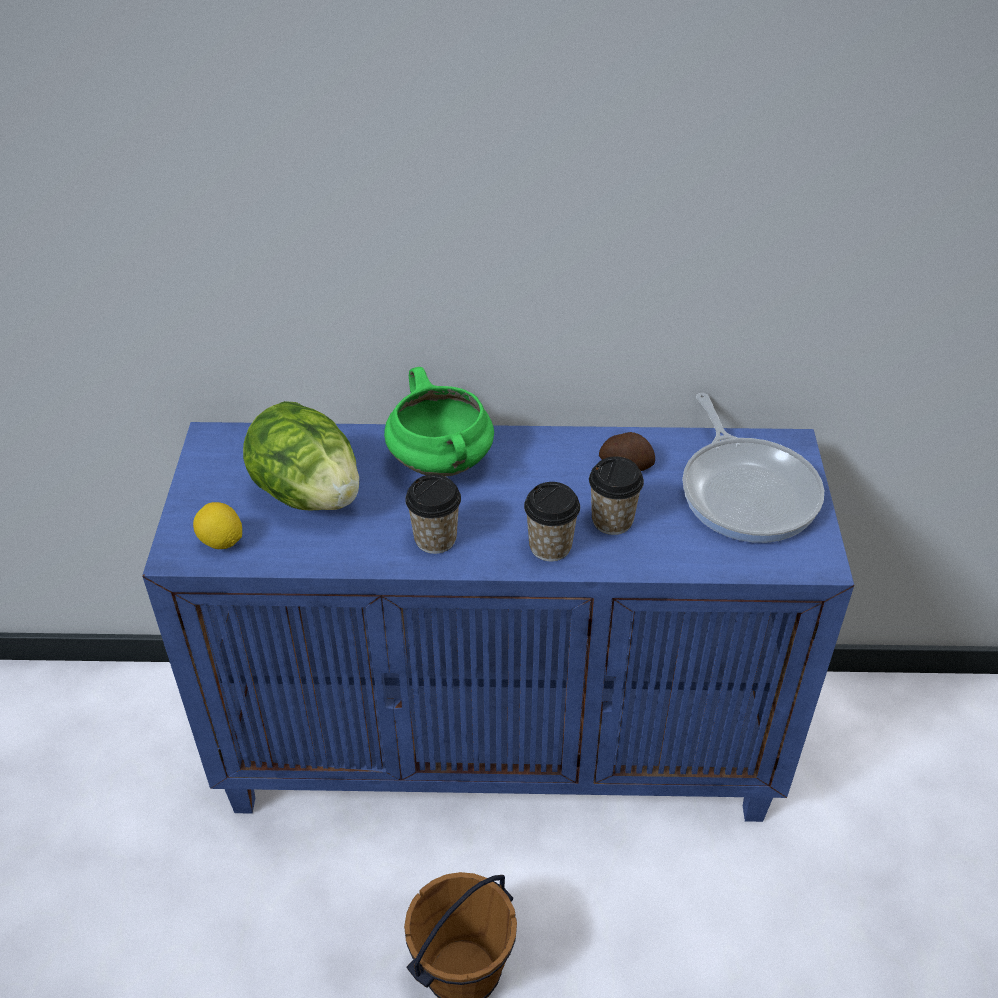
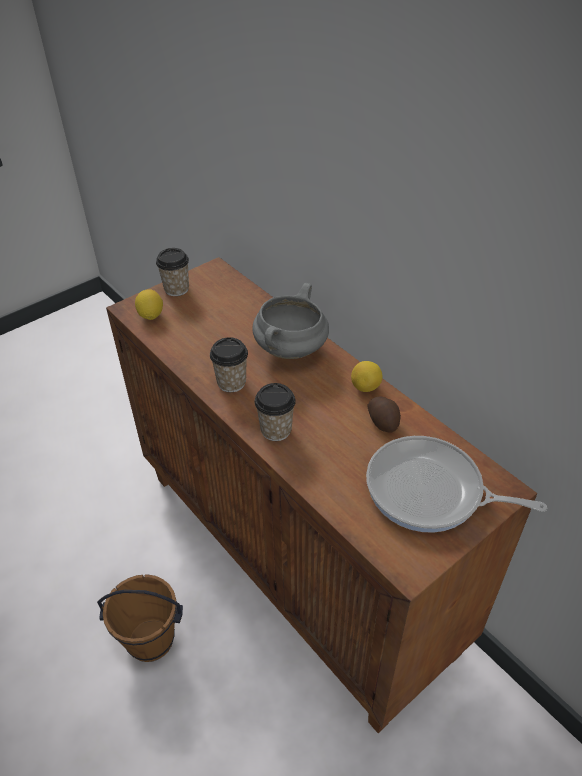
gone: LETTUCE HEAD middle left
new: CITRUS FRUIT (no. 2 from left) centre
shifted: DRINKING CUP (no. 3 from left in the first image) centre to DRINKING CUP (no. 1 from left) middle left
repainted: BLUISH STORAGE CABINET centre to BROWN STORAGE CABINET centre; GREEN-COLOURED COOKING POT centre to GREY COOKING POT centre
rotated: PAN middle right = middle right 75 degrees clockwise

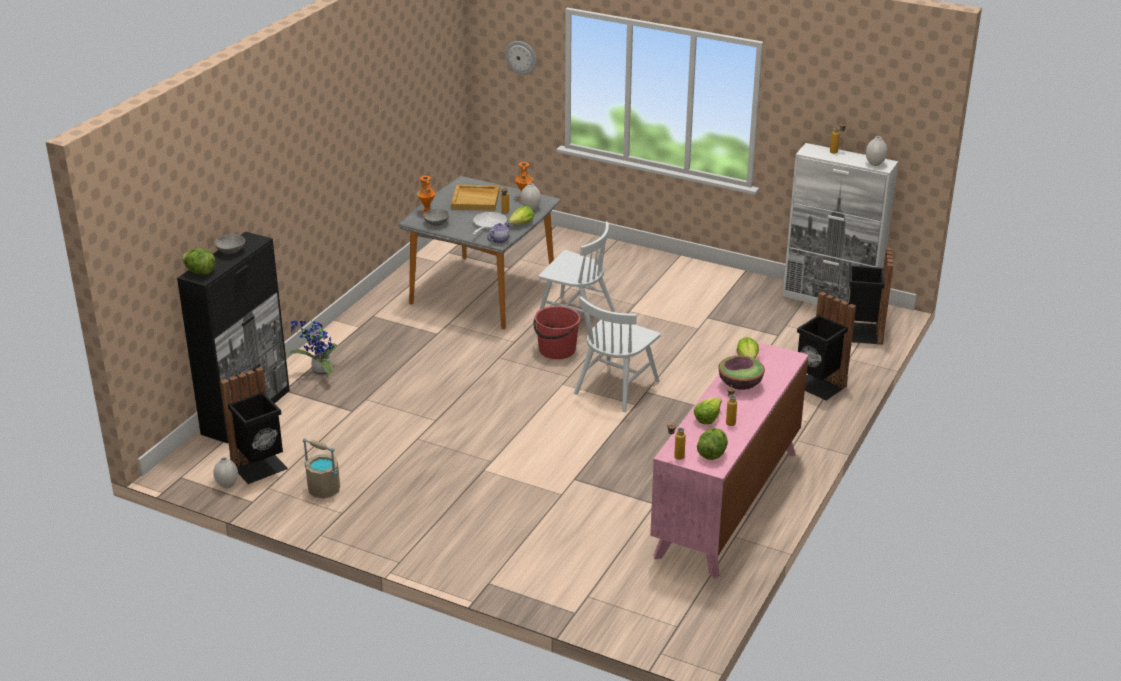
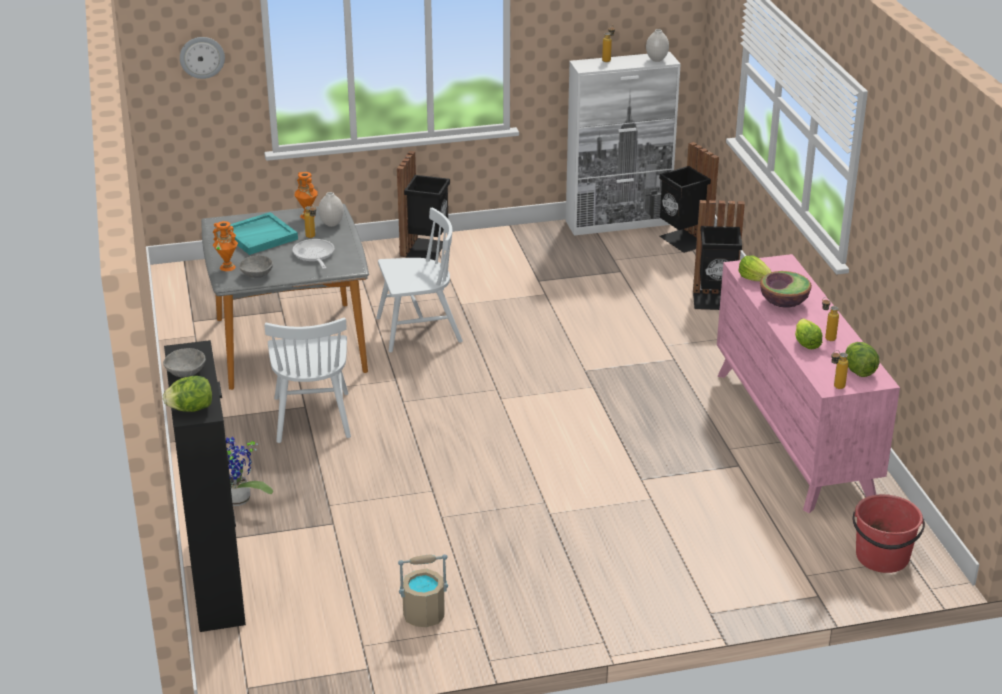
gone: WHITISH VASE (no. 1 from left) bottom left; POT FOR TEA centre; LETTUCE HEAD (no. 2 from left) top centre
shifted: BLACK-COLOURED WASTE BIN (no. 1 from left) middle left to top centre; RED PAIL centre to bottom right; WHITISH UPRIGHT CHAIR (no. 2 from left in the first image) centre to WHITISH UPRIGHT CHAIR (no. 1 from left) middle left
repainted: BEIGE CARRYING TRAY top centre to BLUE-GREEN CARRYING TRAY middle left

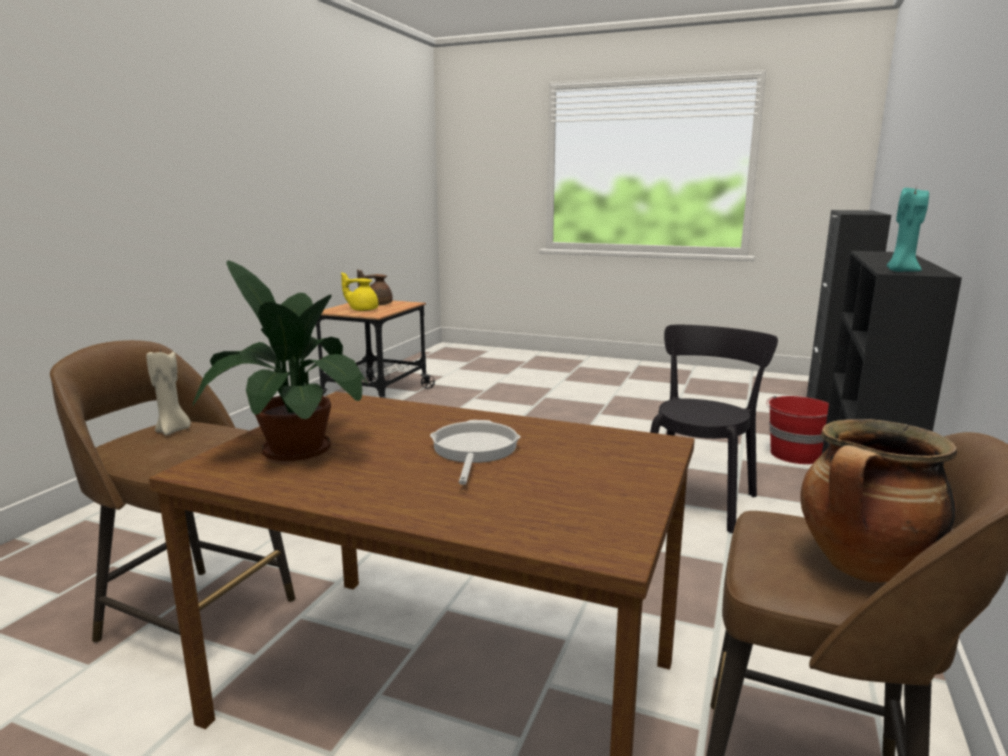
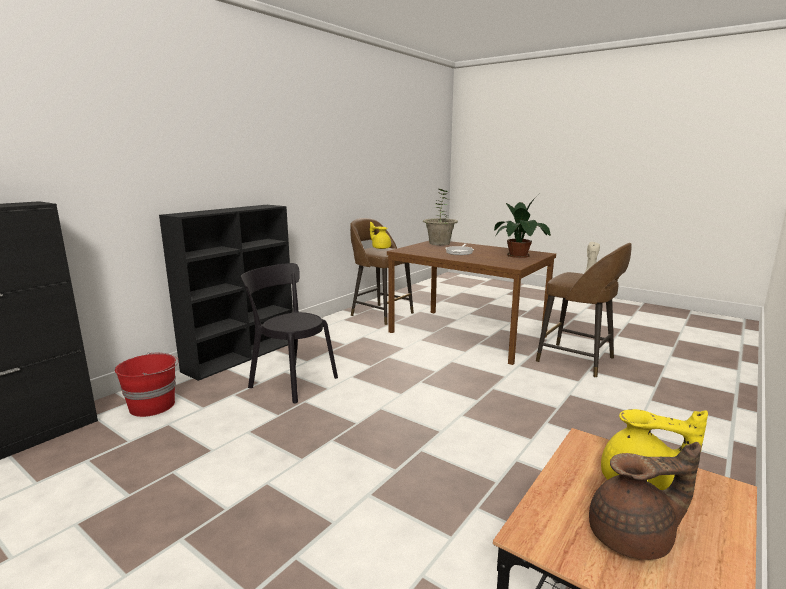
gone: BLUE-GREEN CANDLE top right
new: POTTED PLANT (no. 1 from left) centre
swapped: COOKING POT middle right to YELLOWISH POT FOR TEA (no. 1 from left) centre
rotated: BLACK-COLOURED UPRIGHT CHAIR middle right = centre 75 degrees clockwise

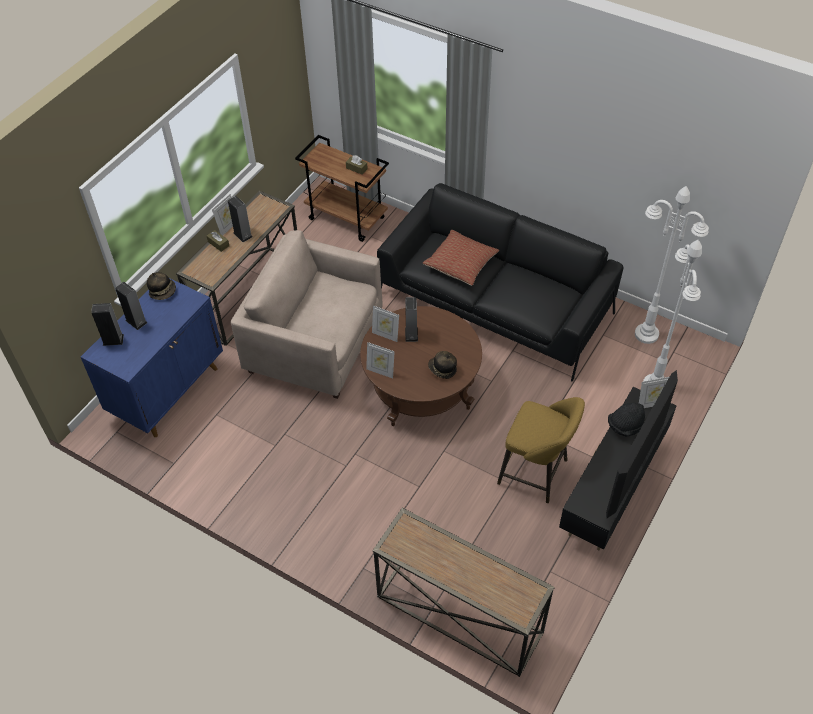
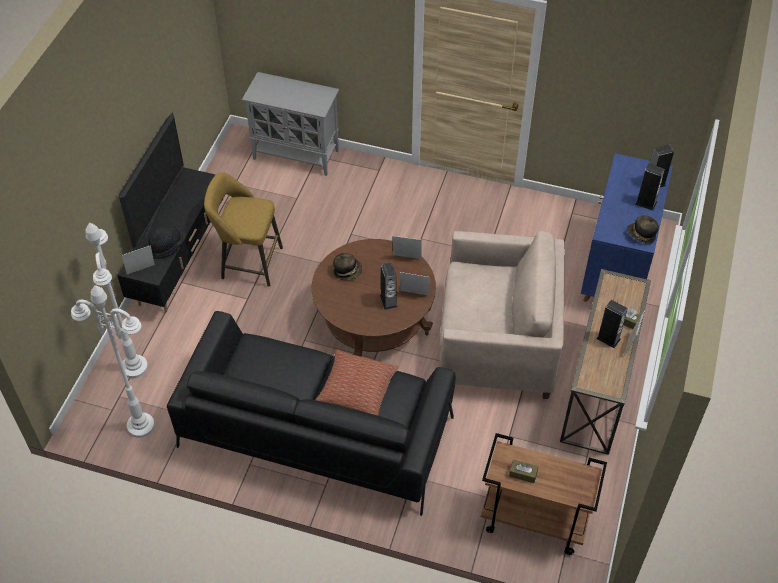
swapped: HALL TABLE (no. 2 from left) bottom centre to GREY STORAGE CABINET top centre

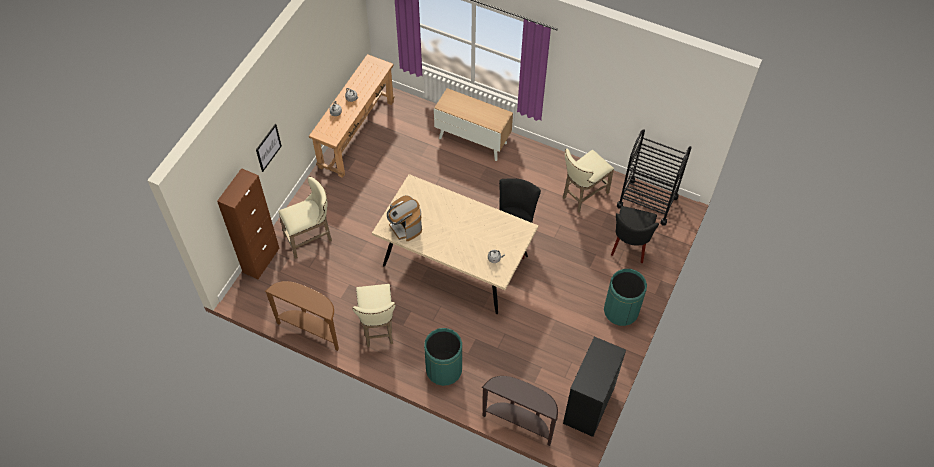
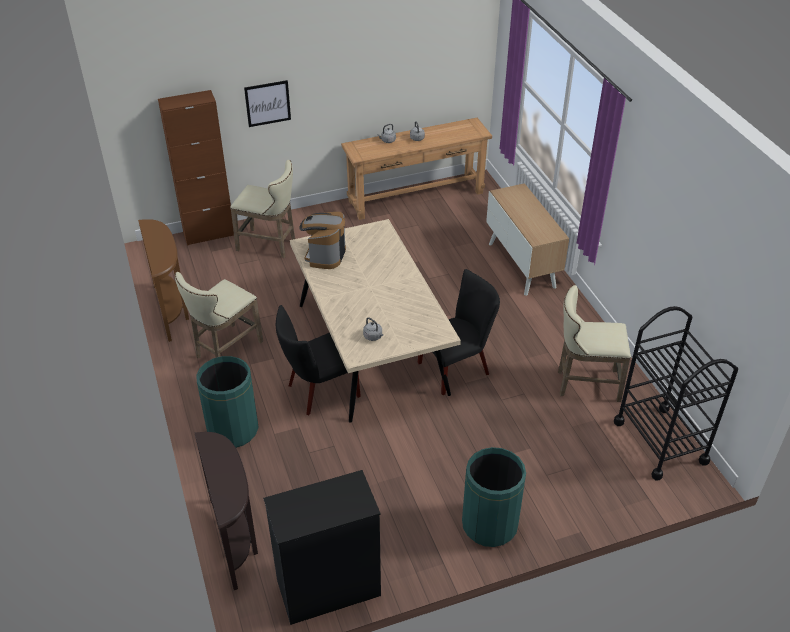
shifted: BLACK-COLOURED UPRIGHT CHAIR (no. 2 from left in the first image) middle right to BLACK-COLOURED UPRIGHT CHAIR (no. 1 from left) centre

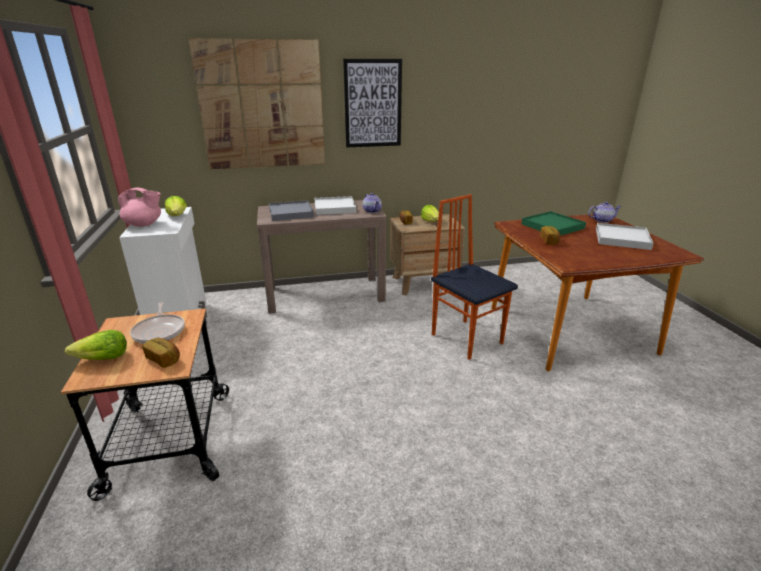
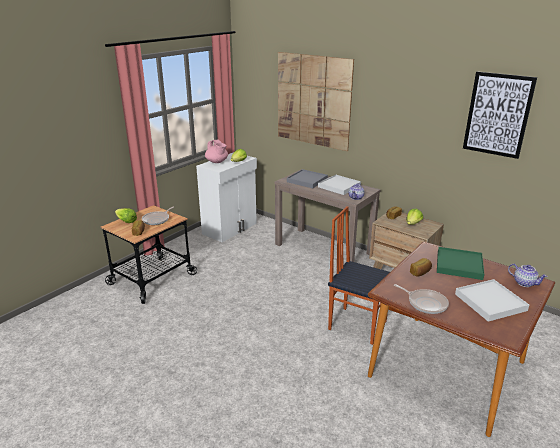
new: PAN (no. 2 from left) bottom right
shifted: WALL ART (no. 2 from left) top centre to top right
rotated: UPRIGHT CHAIR centre = centre 75 degrees counterclockwise

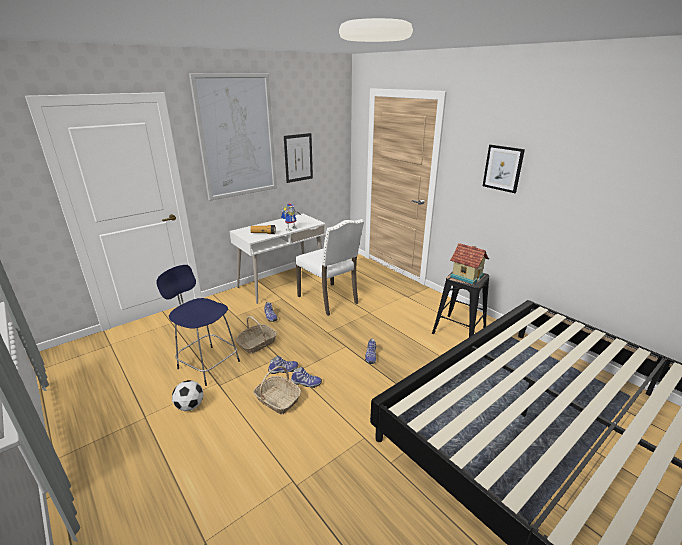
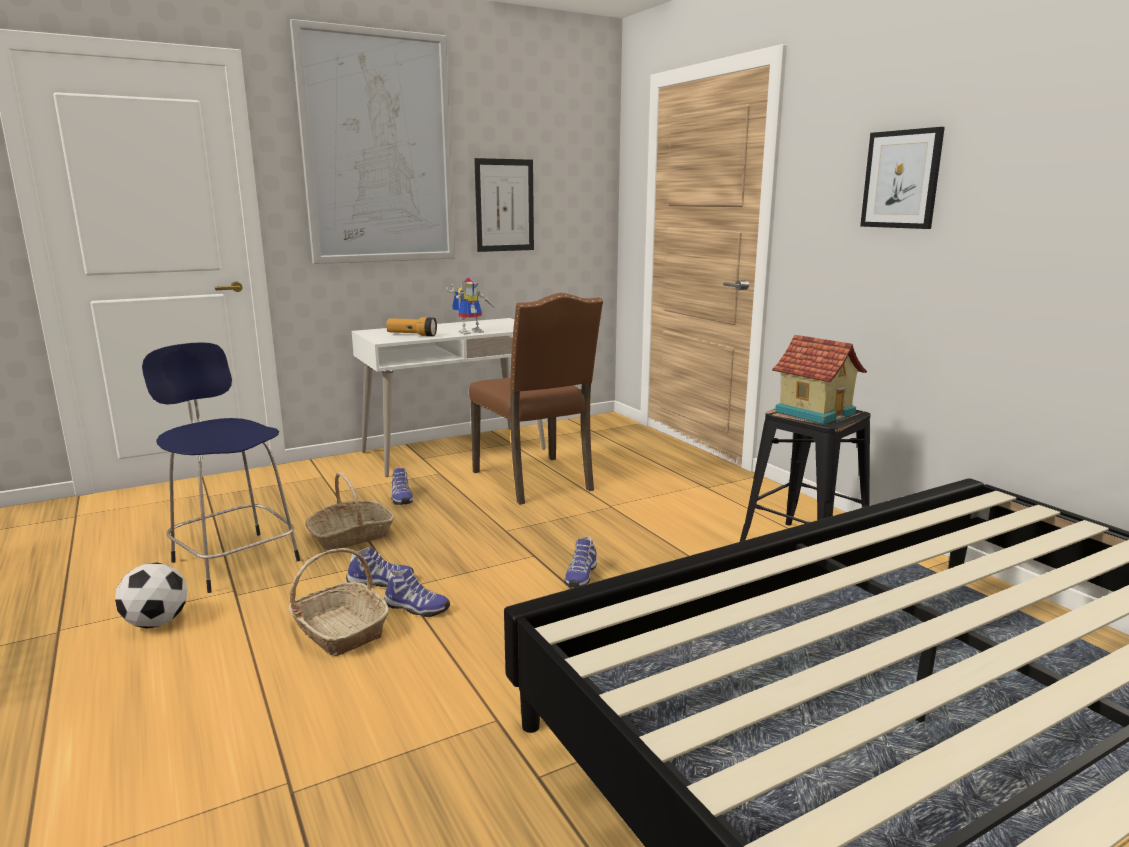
repainted: WHITISH UPRIGHT CHAIR centre to BROWN UPRIGHT CHAIR centre

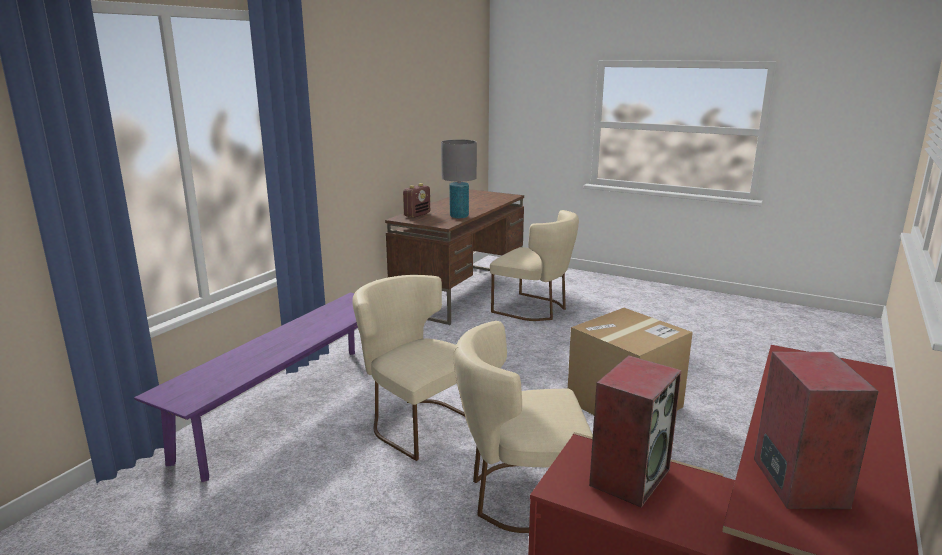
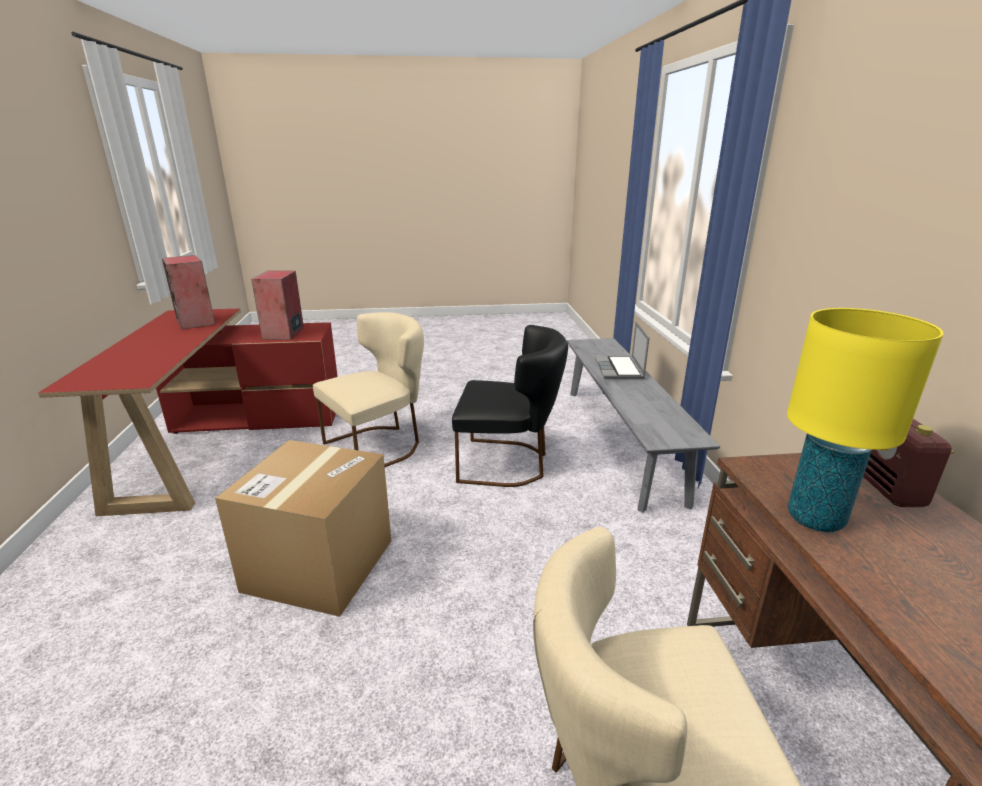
new: PORTABLE COMPUTER centre
repainted: PURPLISH INDOOR BENCH bottom left to GREY INDOOR BENCH centre; BEIGE UPRIGHT CHAIR (no. 1 from left) centre to BLACK-COLOURED UPRIGHT CHAIR centre; GREY TABLE LAMP top centre to YELLOWISH TABLE LAMP middle right

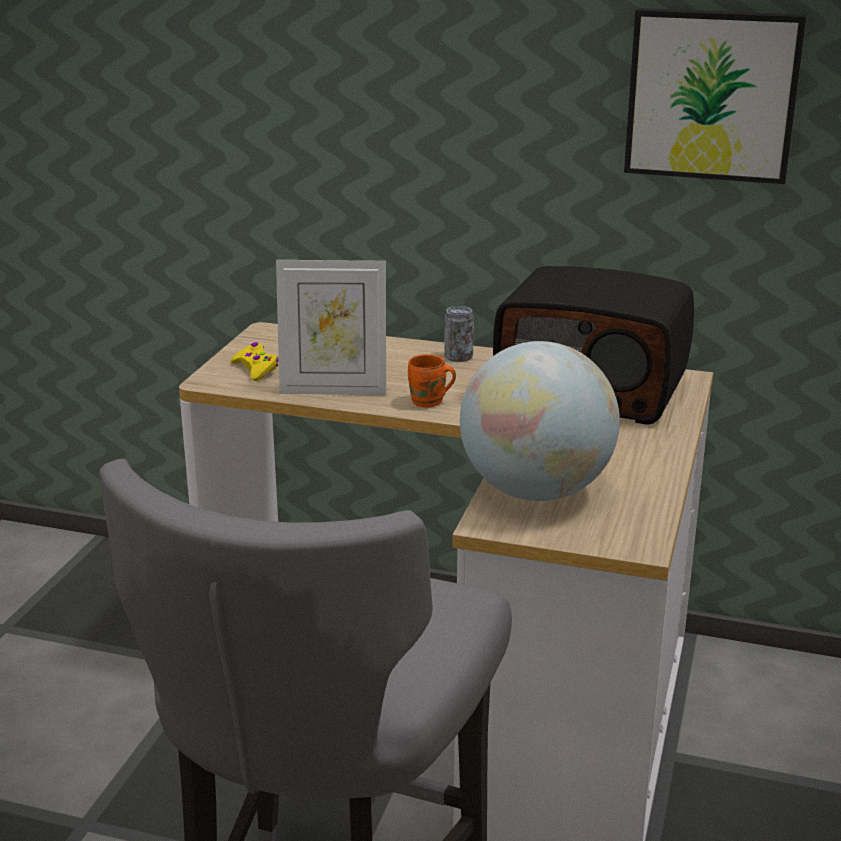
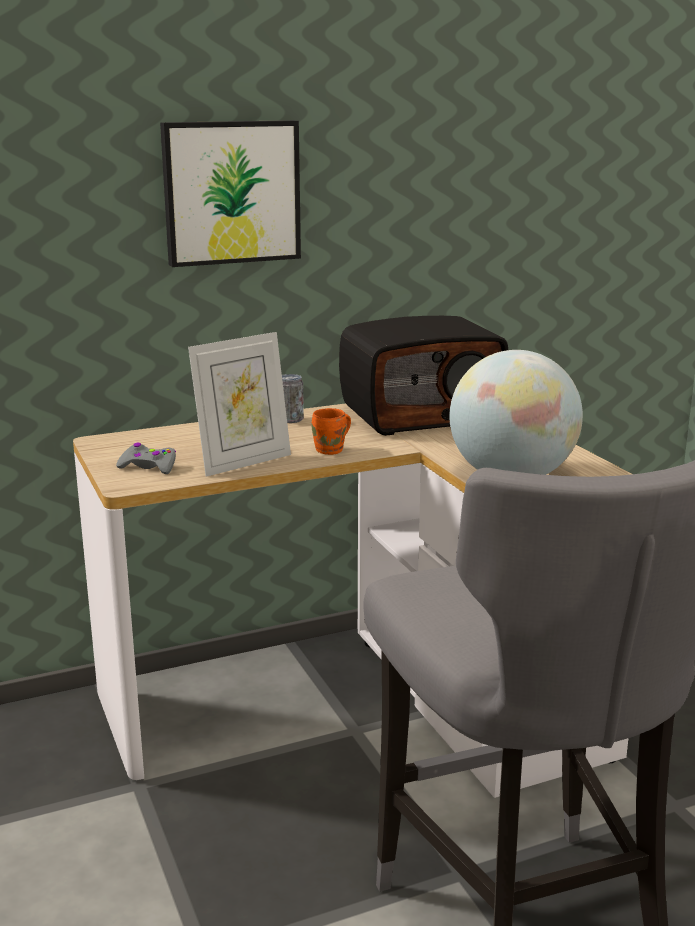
shifted: WALL ART top right to top left
repainted: YELLOWISH GAME CONTROLLER middle left to GREY GAME CONTROLLER middle left

